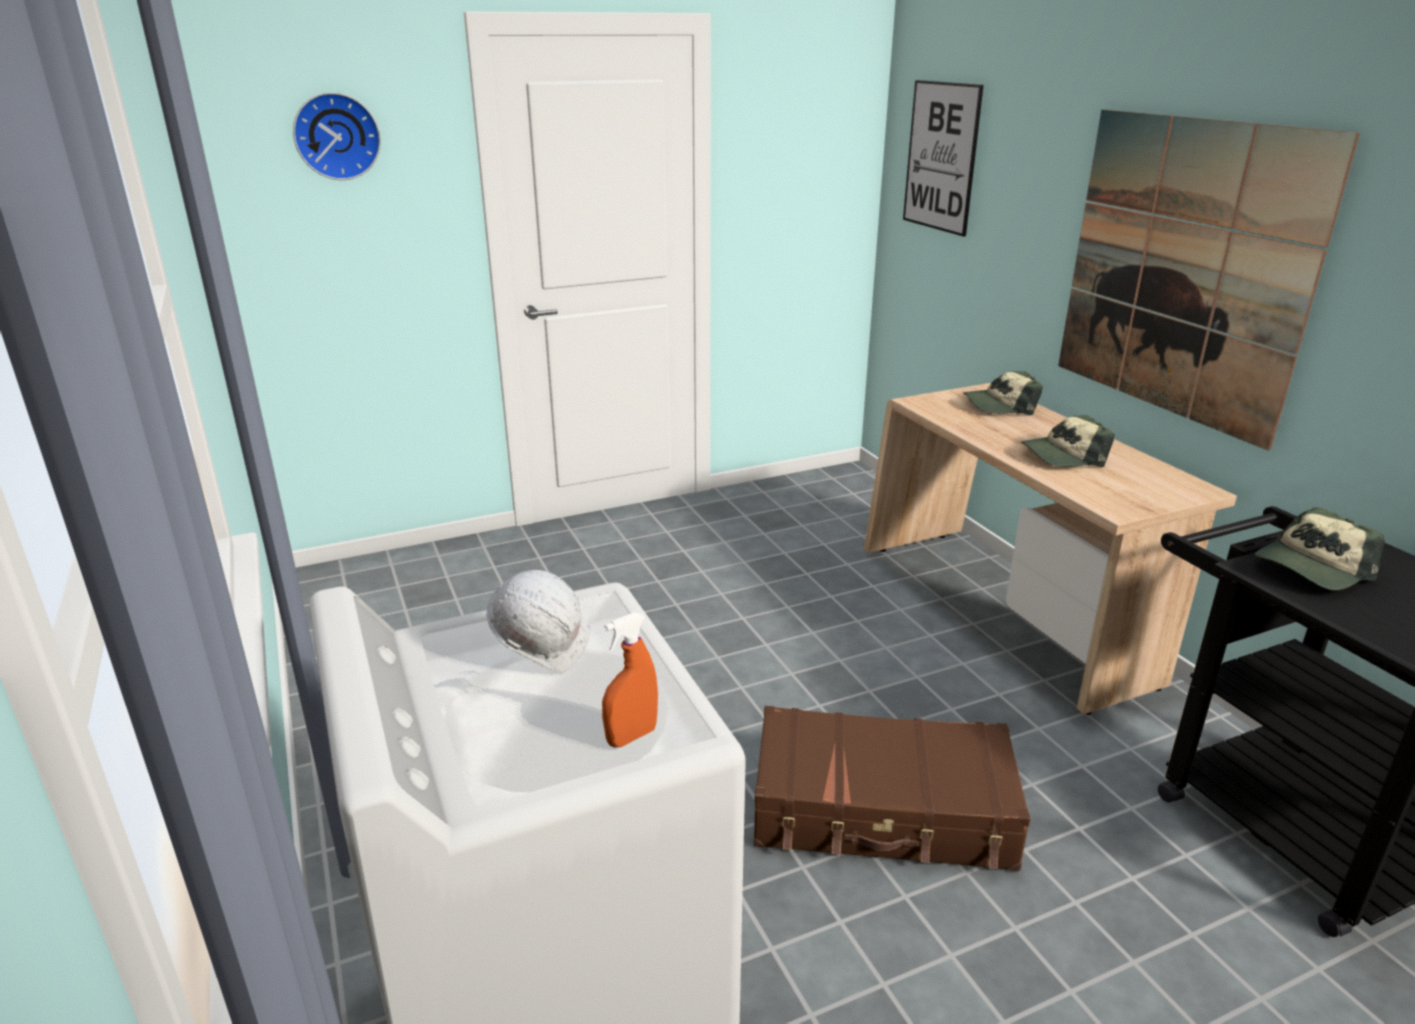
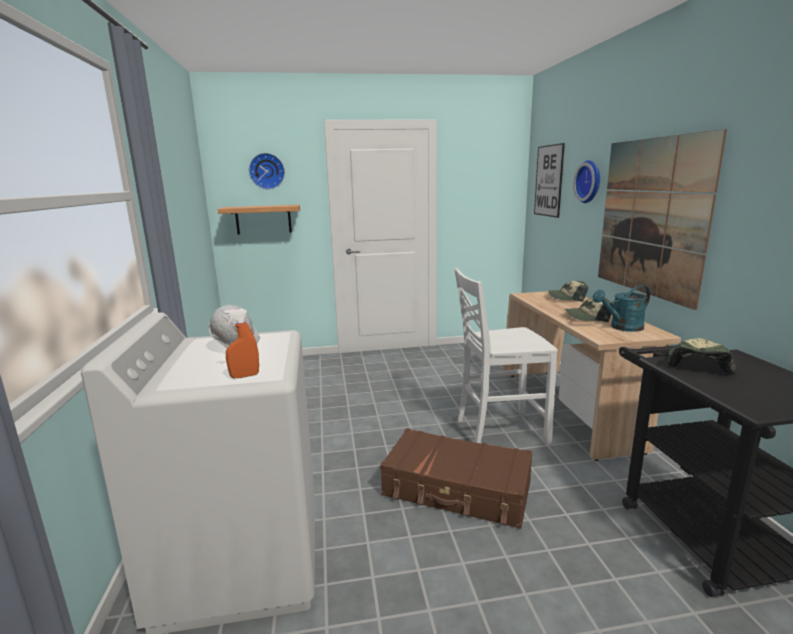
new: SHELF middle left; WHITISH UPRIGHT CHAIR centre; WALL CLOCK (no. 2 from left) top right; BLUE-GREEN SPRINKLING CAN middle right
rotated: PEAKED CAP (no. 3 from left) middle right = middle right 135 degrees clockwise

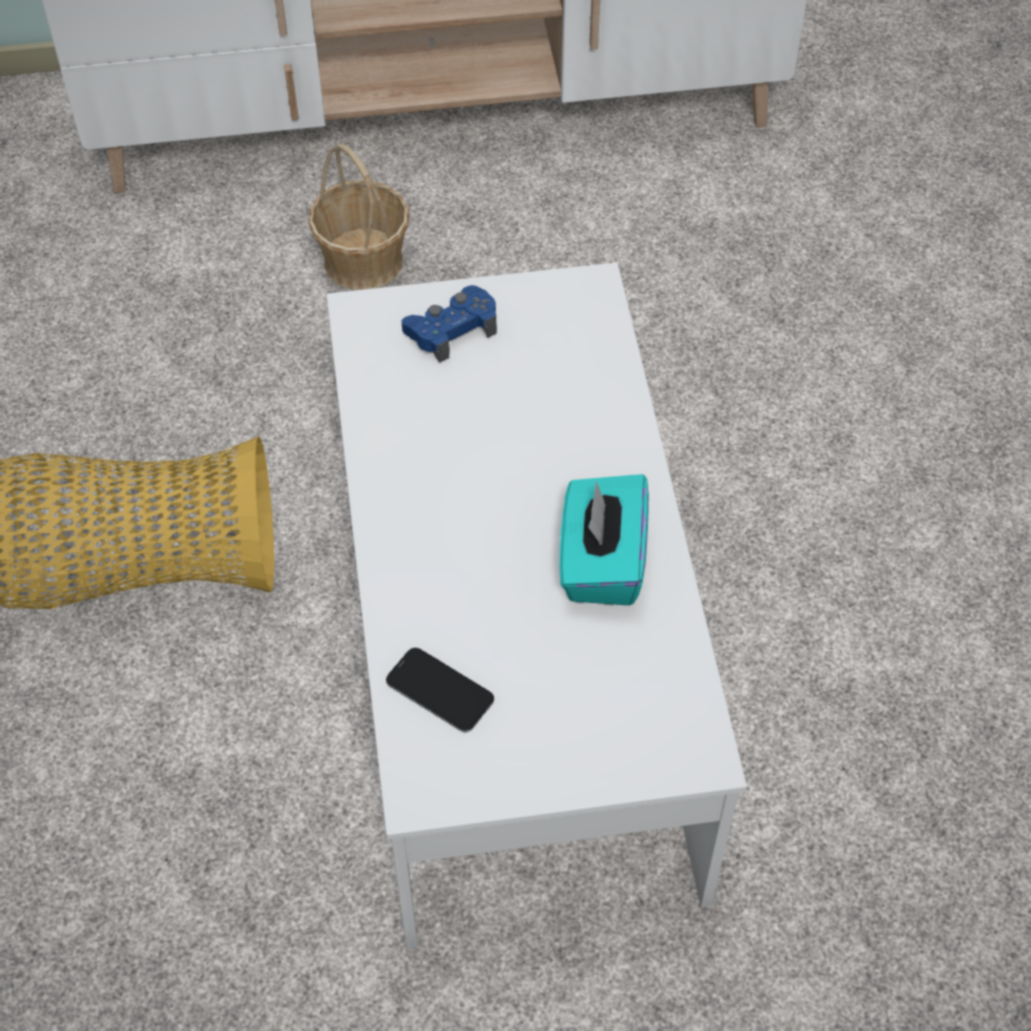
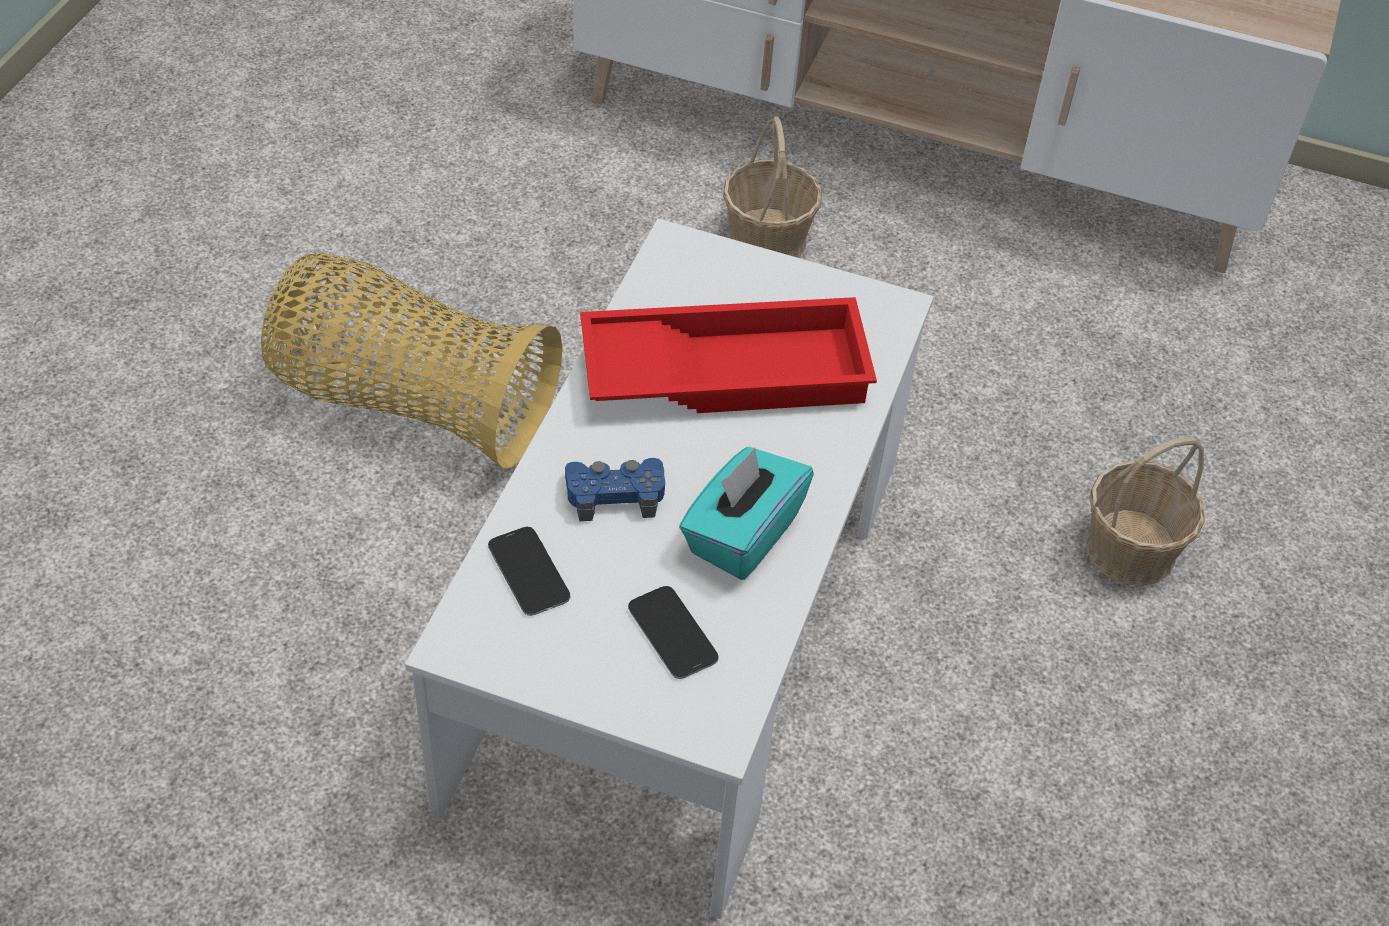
new: RED CARRYING TRAY centre; TELEPHONE (no. 2 from left) bottom centre; HOUSEHOLD BASKET (no. 3 from left) middle right
shifted: BLUISH GAME CONTROLLER top centre to centre

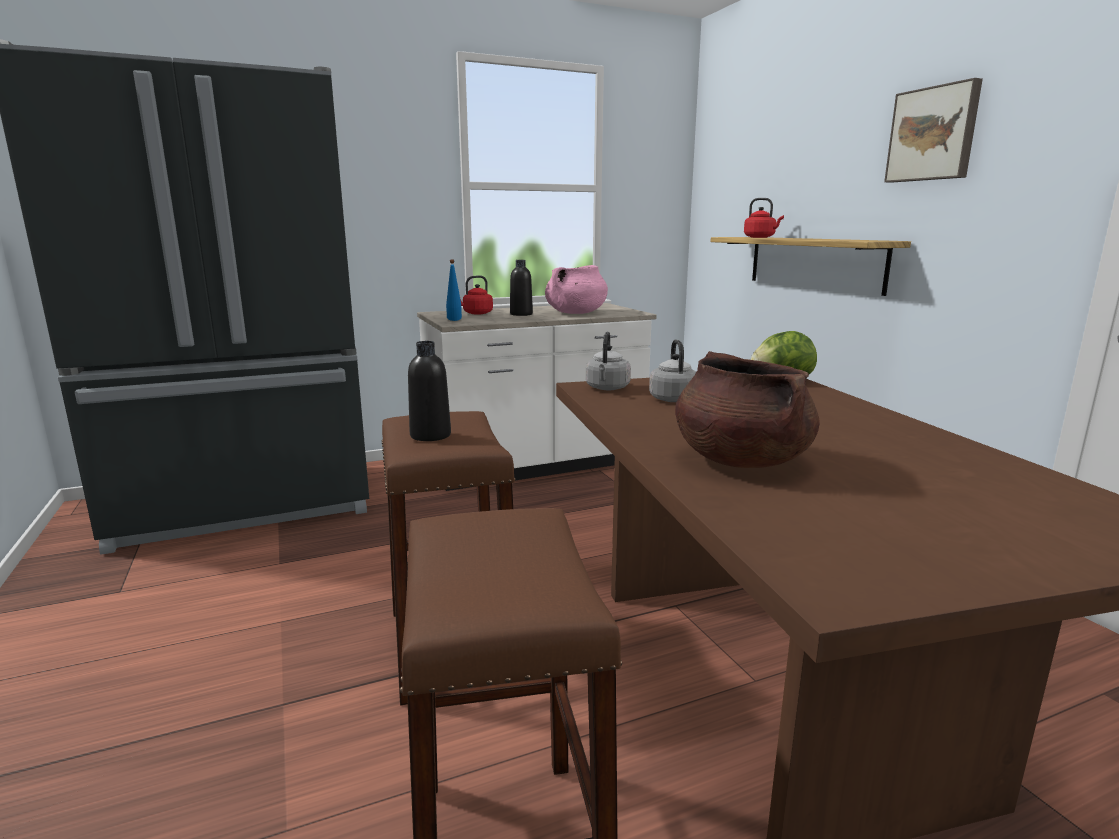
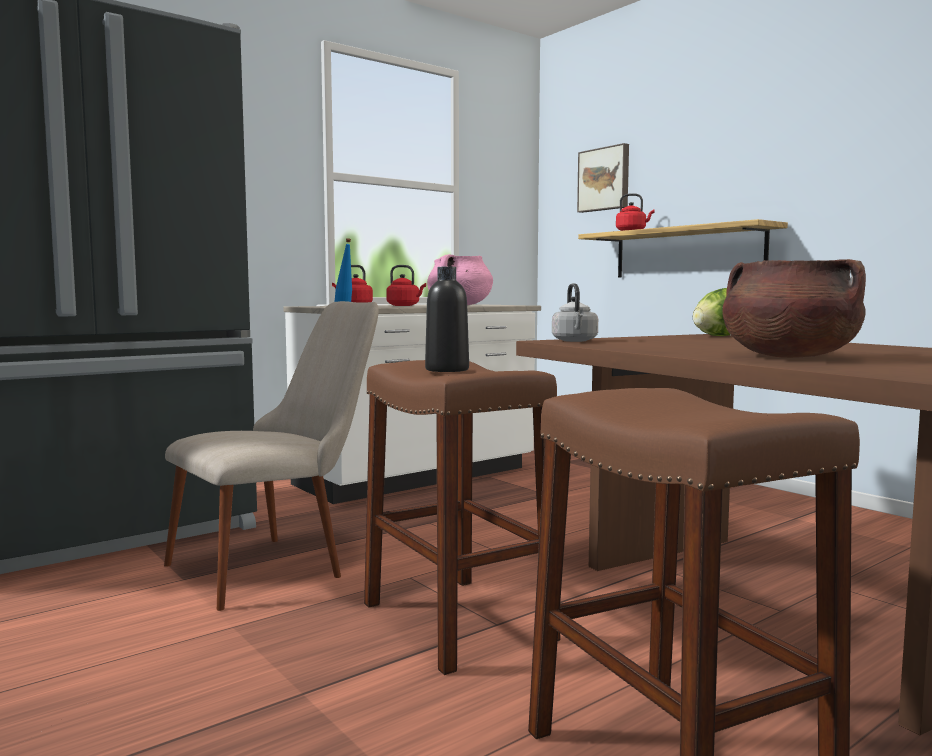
gone: GREY TEA KETTLE (no. 2 from left) centre
new: BEIGE UPRIGHT CHAIR middle left
shifted: WALL ART top right to top centre
swapped: BLACK-COLOURED BOTTLE (no. 2 from left) centre to RED TEA KETTLE (no. 2 from left) centre

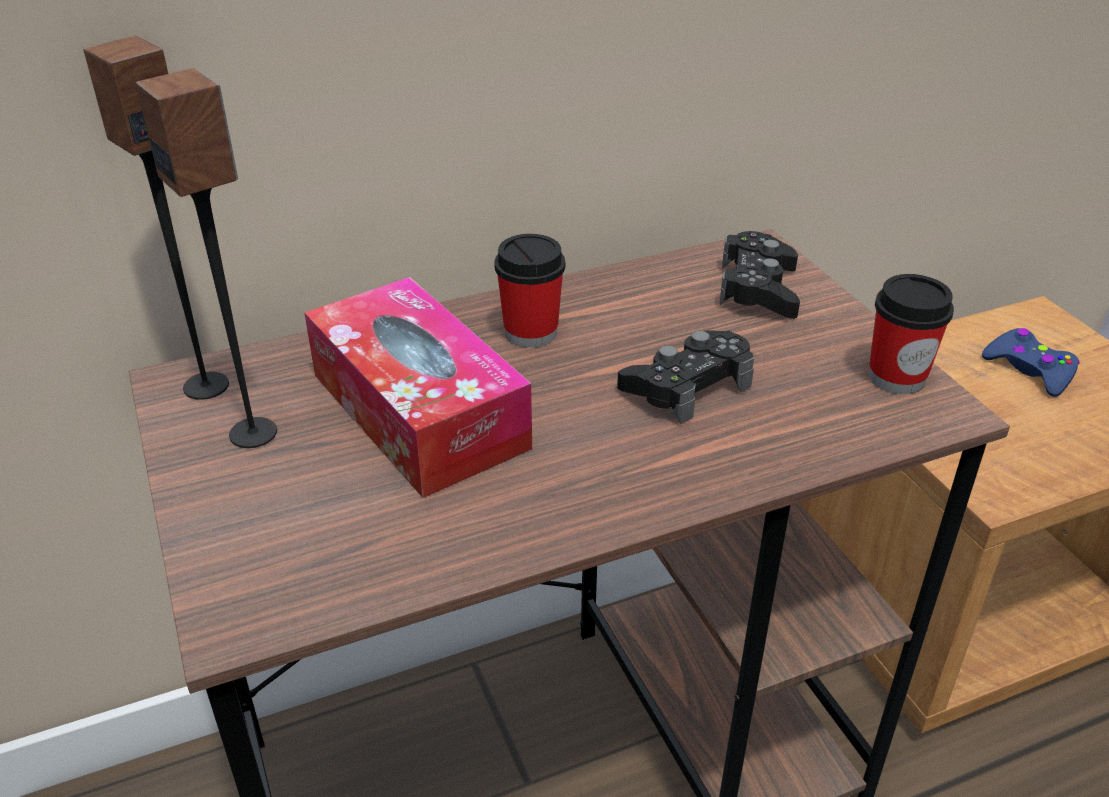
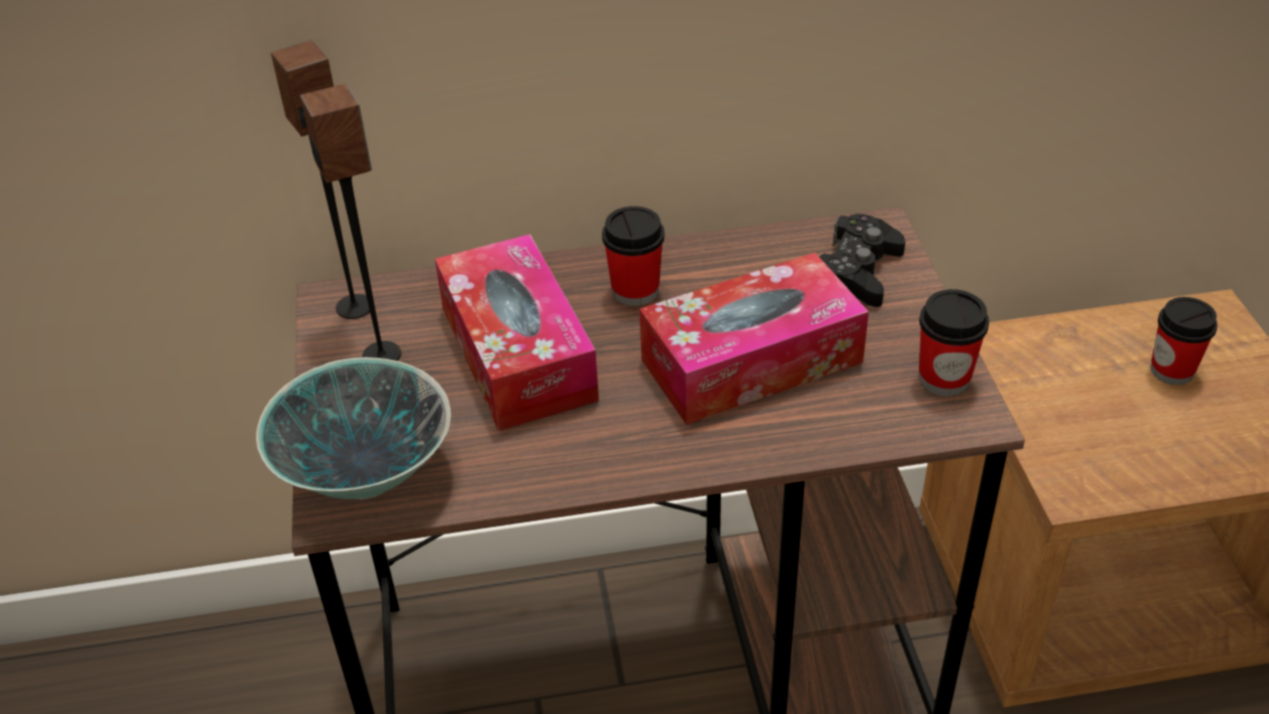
new: BOWL middle left
swapped: BLACK-COLOURED GAME CONTROLLER (no. 1 from left) centre to BOX OF TISSUES (no. 2 from left) centre; BLUISH GAME CONTROLLER middle right to DRINKING CUP (no. 3 from left) middle right

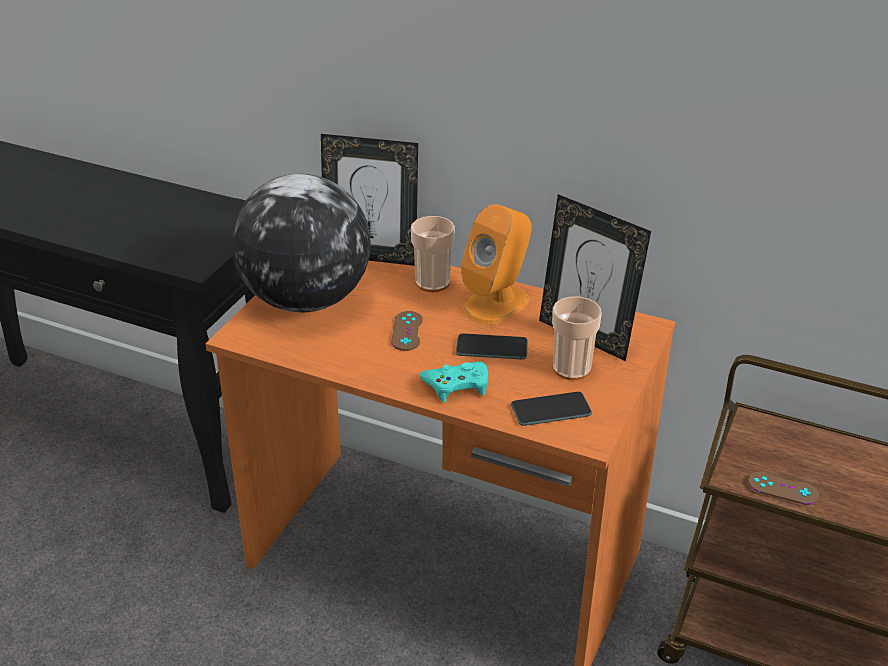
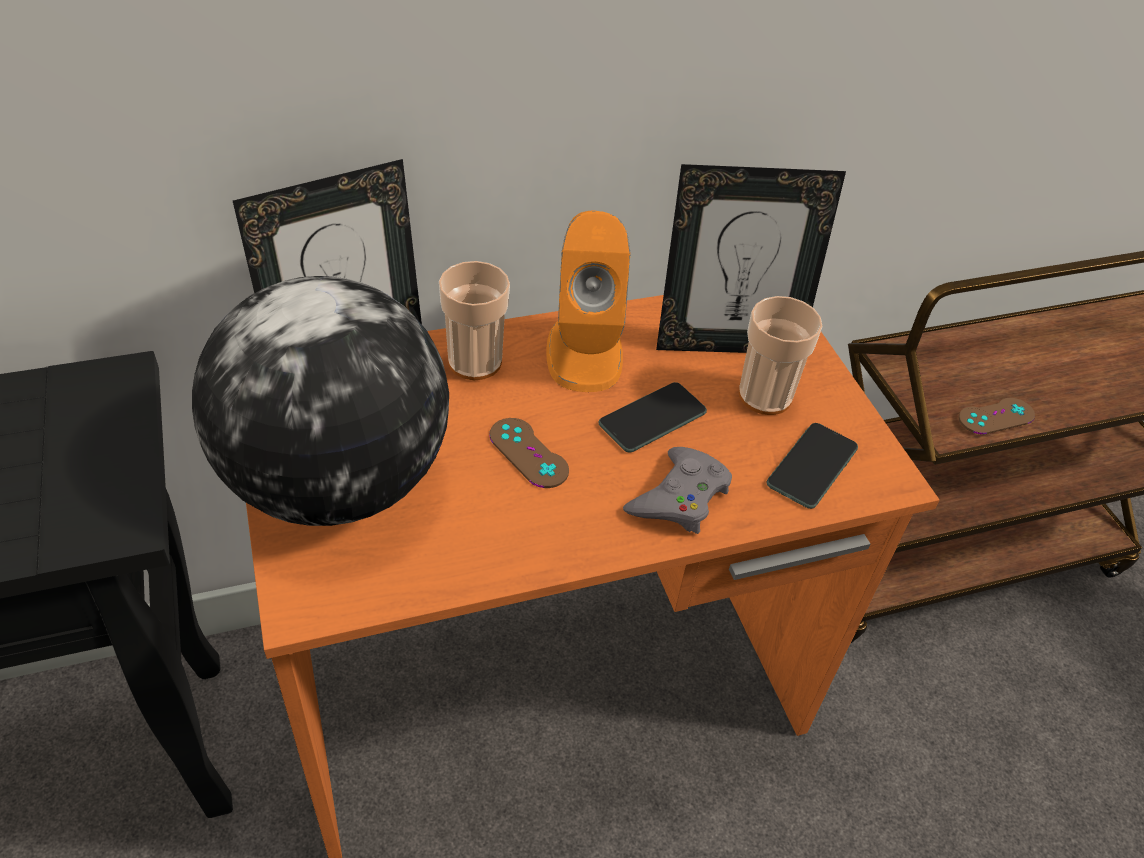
repainted: BLUE-GREEN GAME CONTROLLER centre to GREY GAME CONTROLLER centre

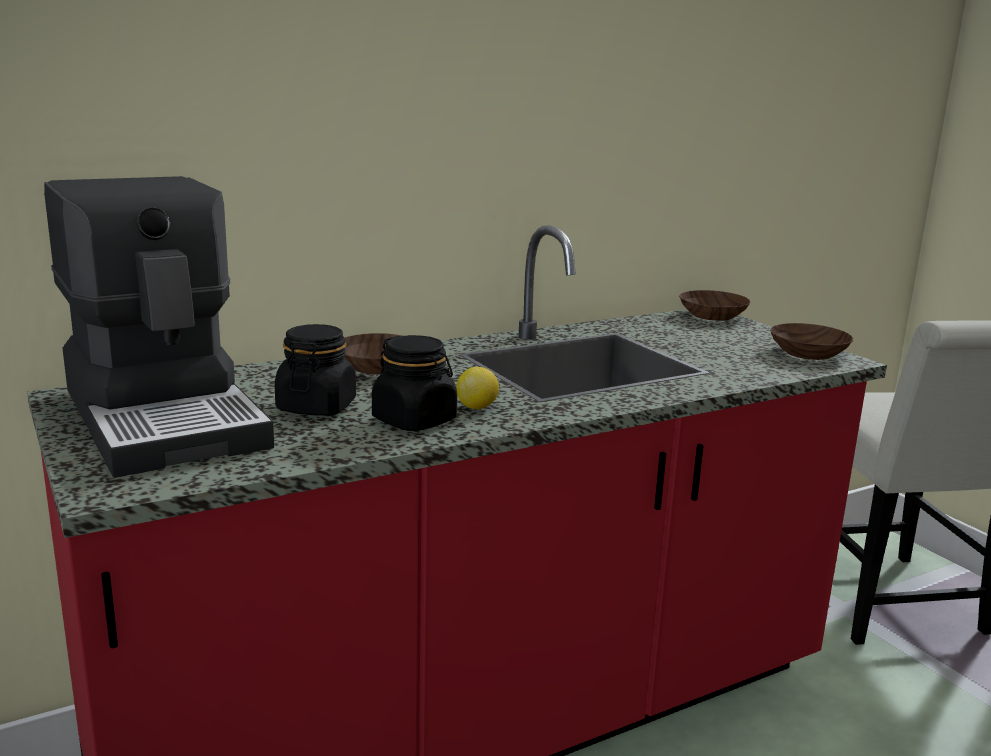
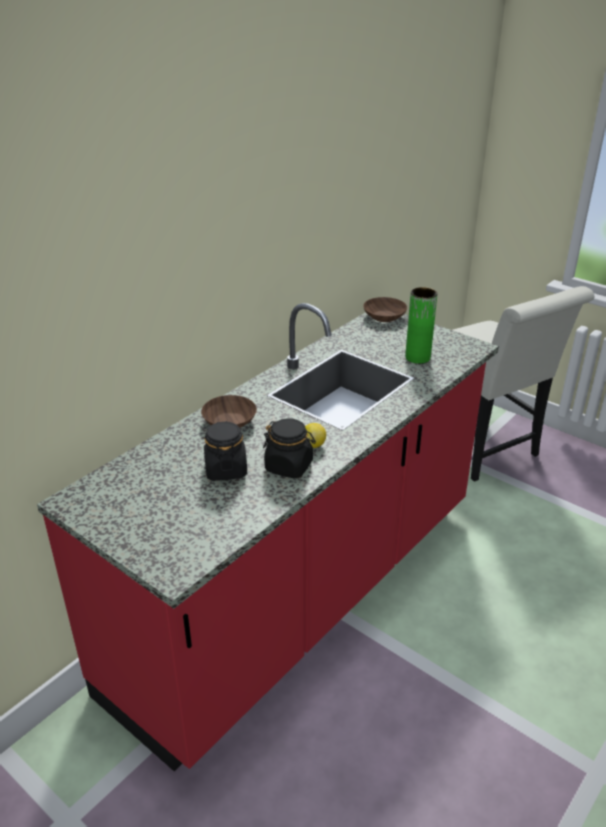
gone: COFFEE BREWER middle left; BROWN BOWL (no. 3 from left) middle right
new: GREEN-COLOURED VASE middle right

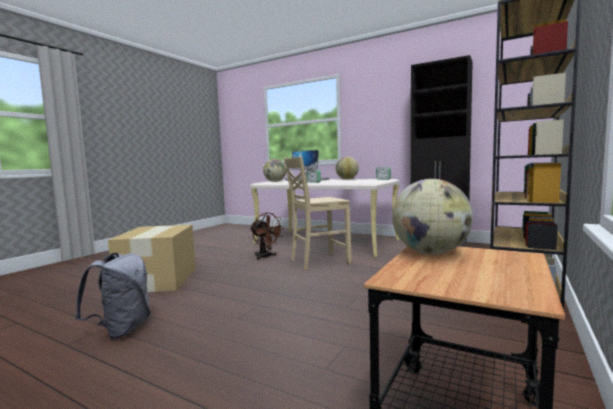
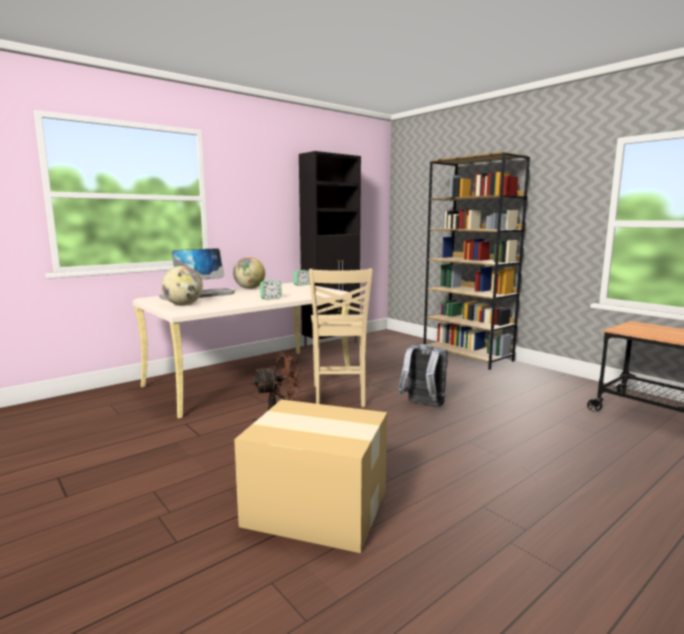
gone: GLOBE (no. 3 from left) middle right
shifted: GREY RUCKSACK bottom left to centre

